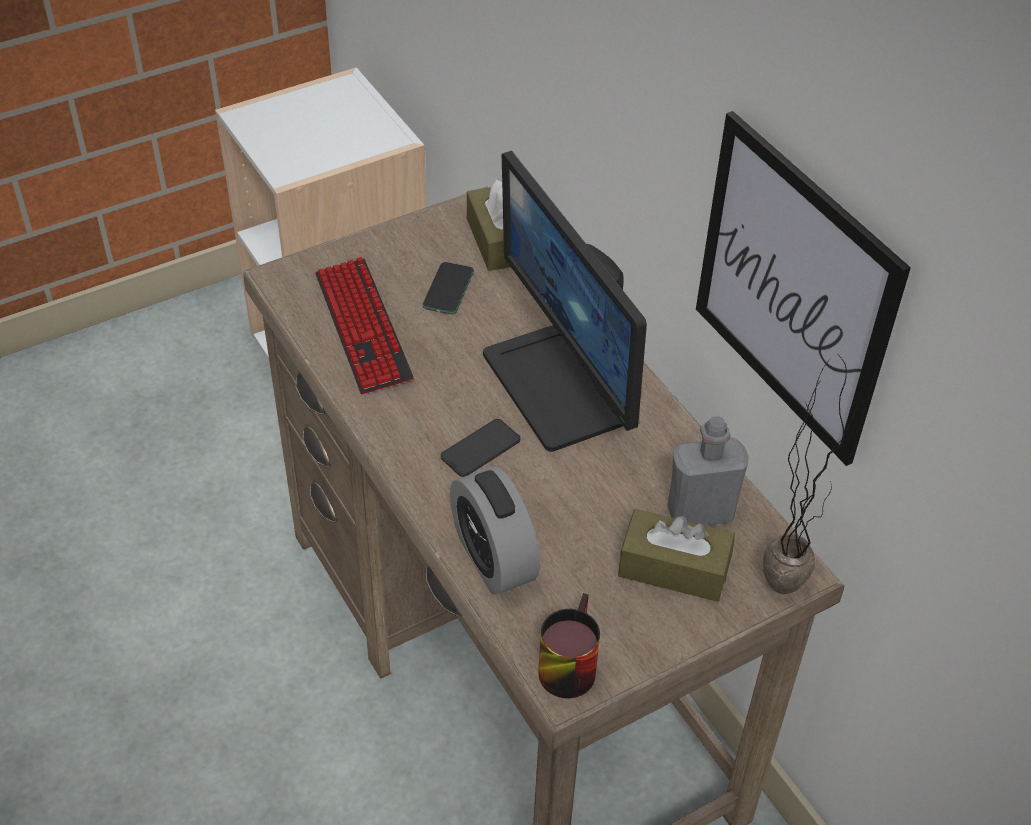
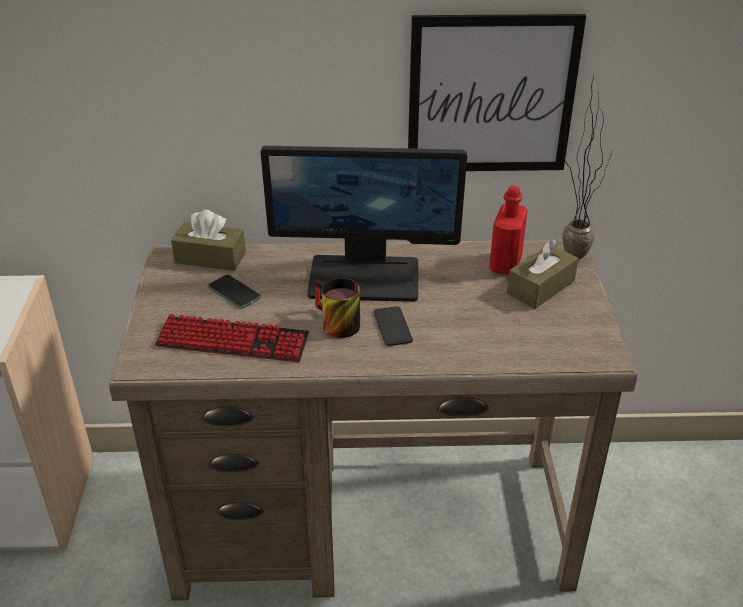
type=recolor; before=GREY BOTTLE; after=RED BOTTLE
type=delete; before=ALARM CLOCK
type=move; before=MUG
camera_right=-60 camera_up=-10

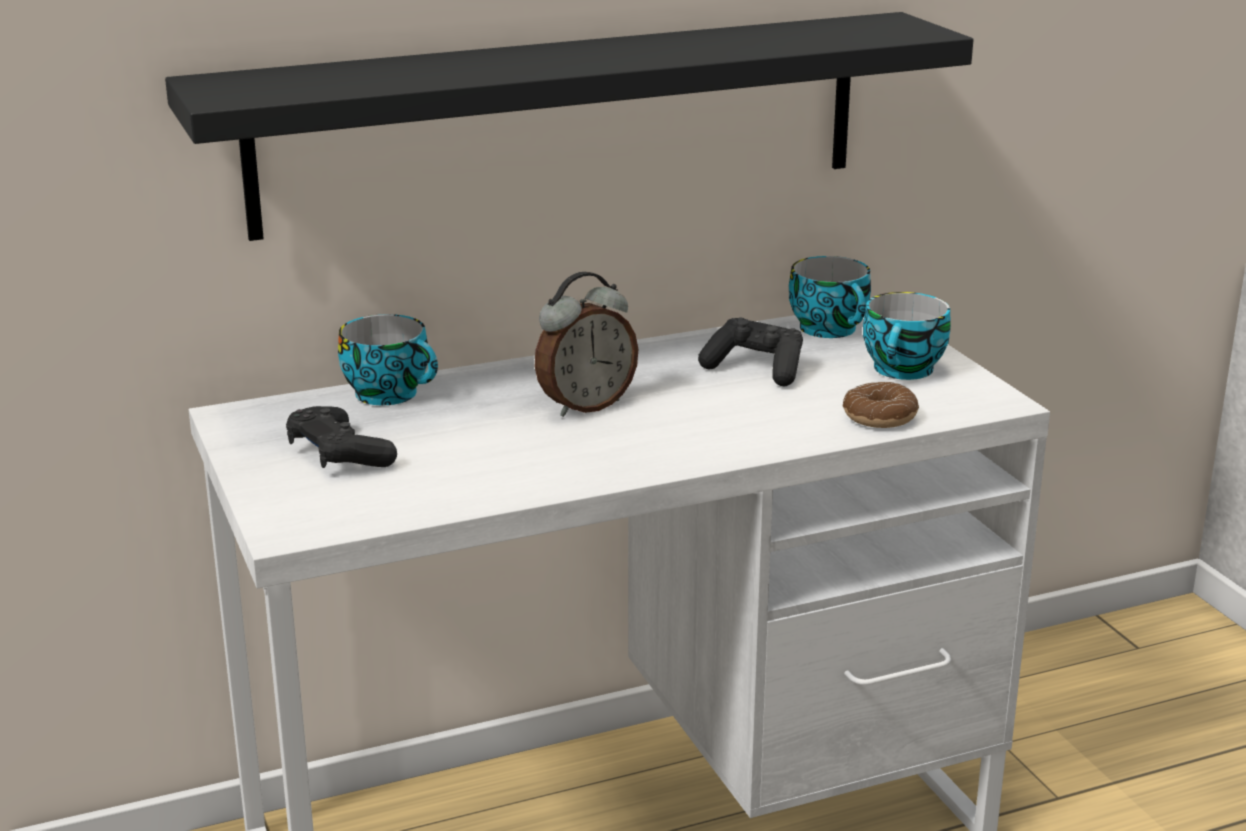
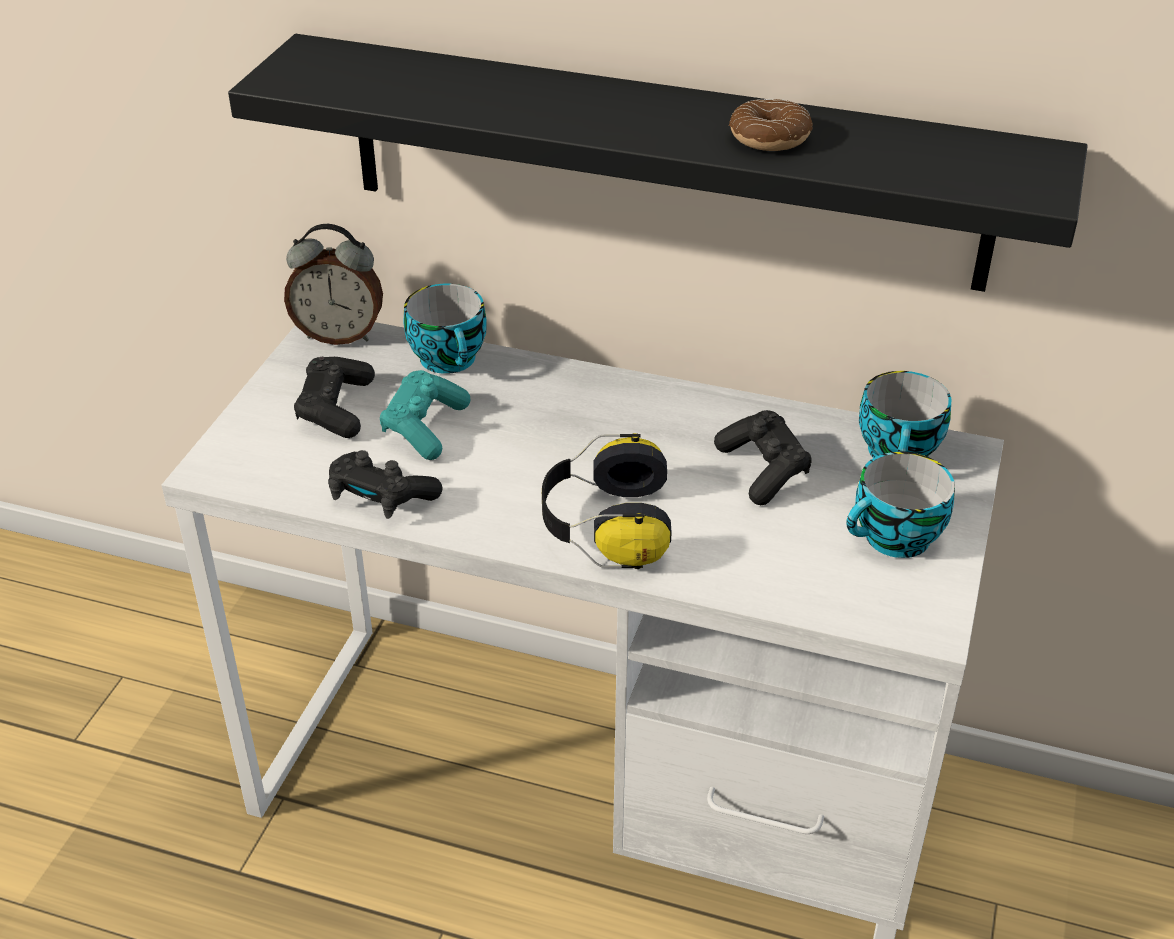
type=move; before=ALARM CLOCK
type=move; before=DONUT
type=insert; after=TURQUOISE GAME CONTROLLER
type=insert; after=HEADPHONES
type=insert; after=BLACK GAME CONTROLLER (2nd from left)
camera_right=40 camera_up=15

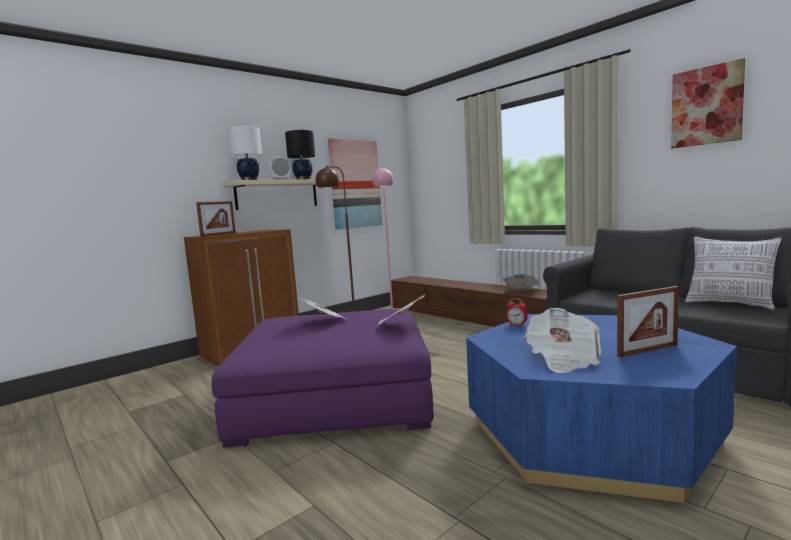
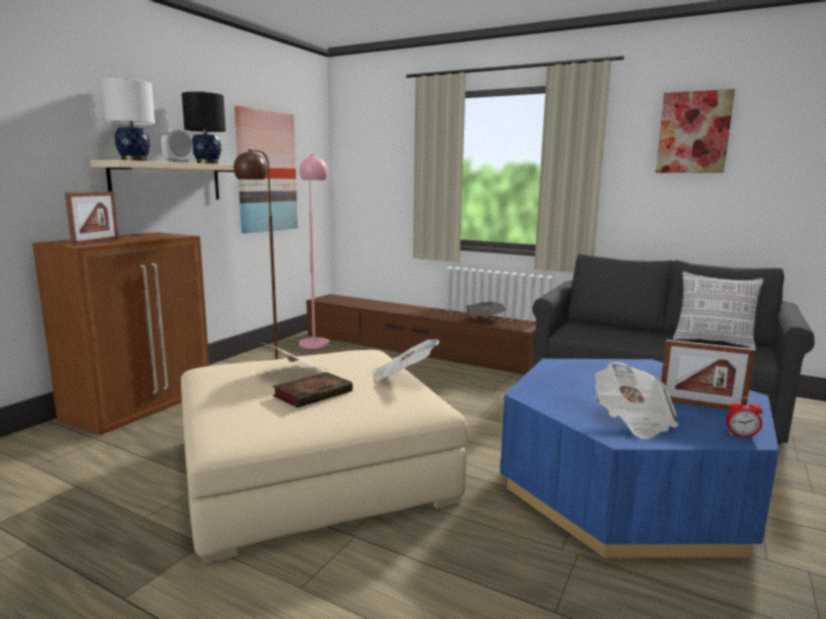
type=rotate; before=PICTURE FRAME (2nd from left); turn=60
type=move; before=ALARM CLOCK (2nd from left)
type=recolor; before=PURPLE OTTOMAN; after=BEIGE OTTOMAN
type=insert; after=BOOK
camera_right=-20 camera_up=5

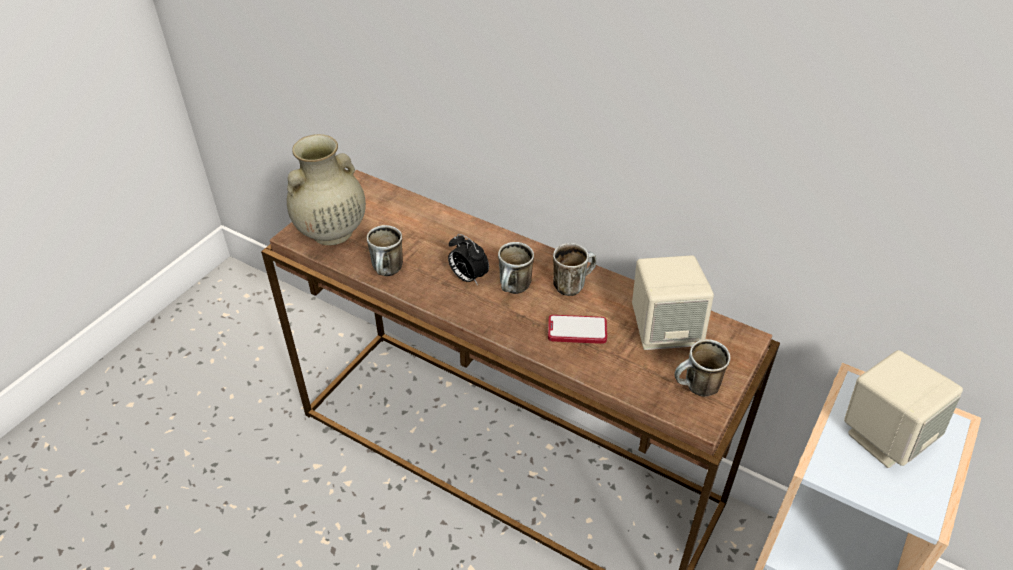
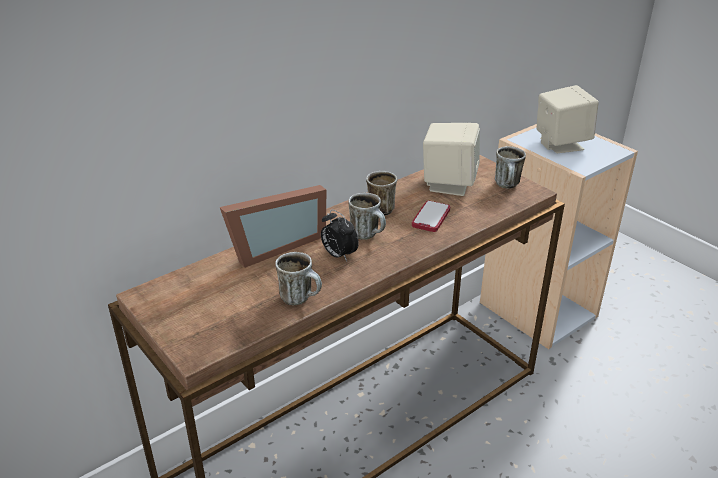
type=delete; before=BEIGE VASE
type=rotate; before=ALARM CLOCK; turn=75
type=insert; after=PICTURE FRAME
camera_right=-70 camera_up=-10

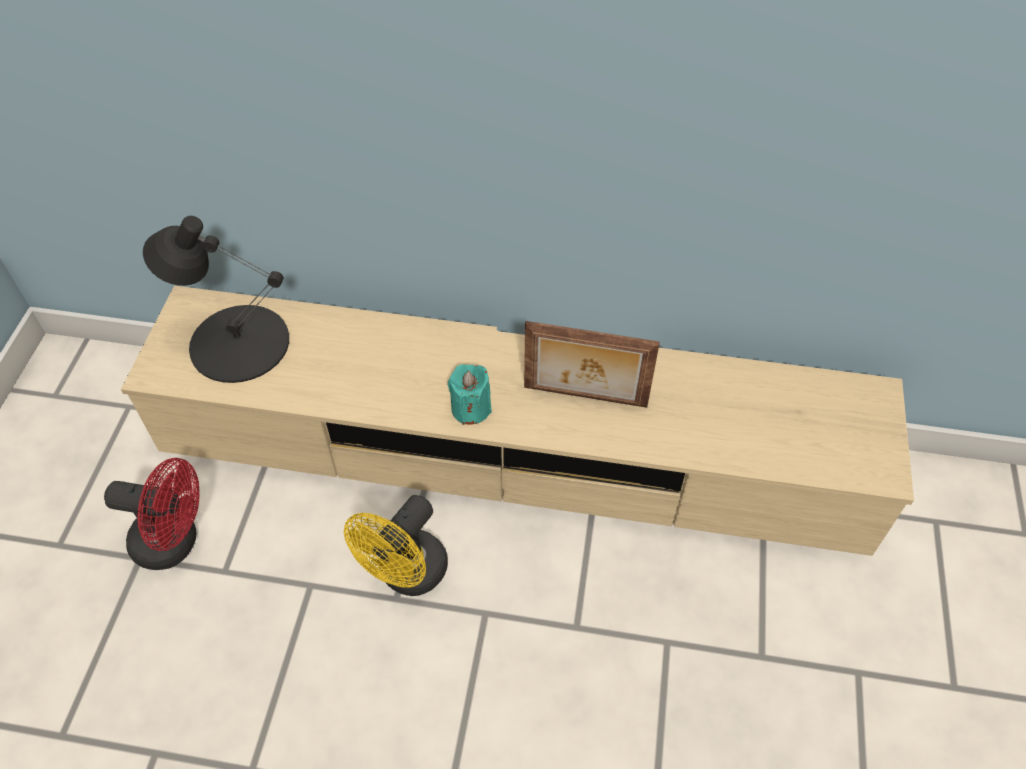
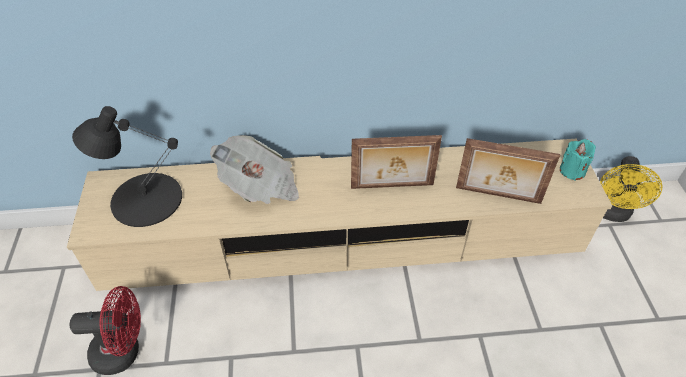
type=move; before=TURQUOISE CANDLE
type=move; before=YELLOW FAN
type=insert; after=NEWSPAPER
type=insert; after=PICTURE FRAME (2nd from left)
camera_right=-15 camera_up=-5

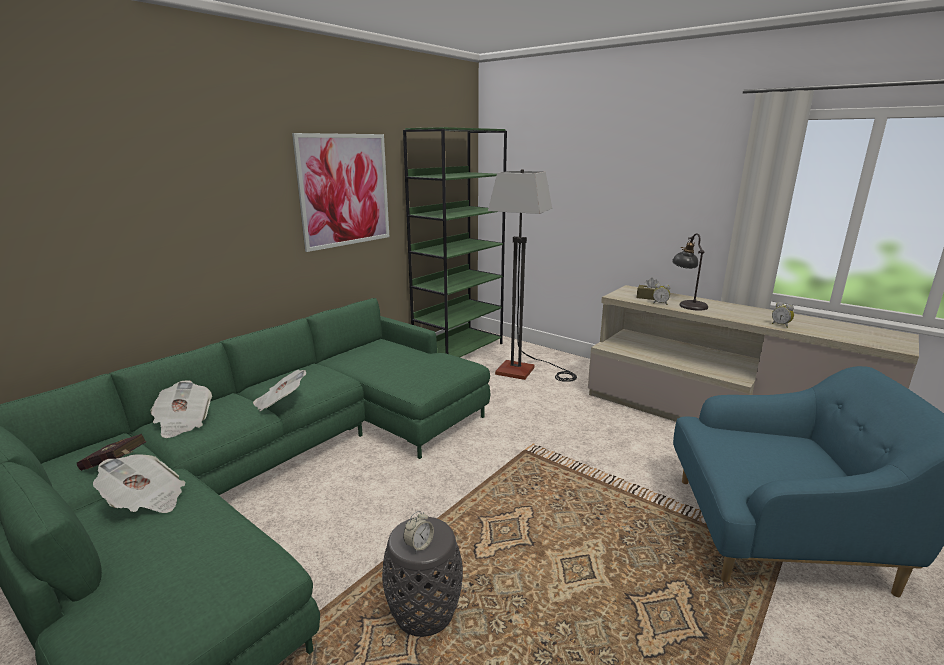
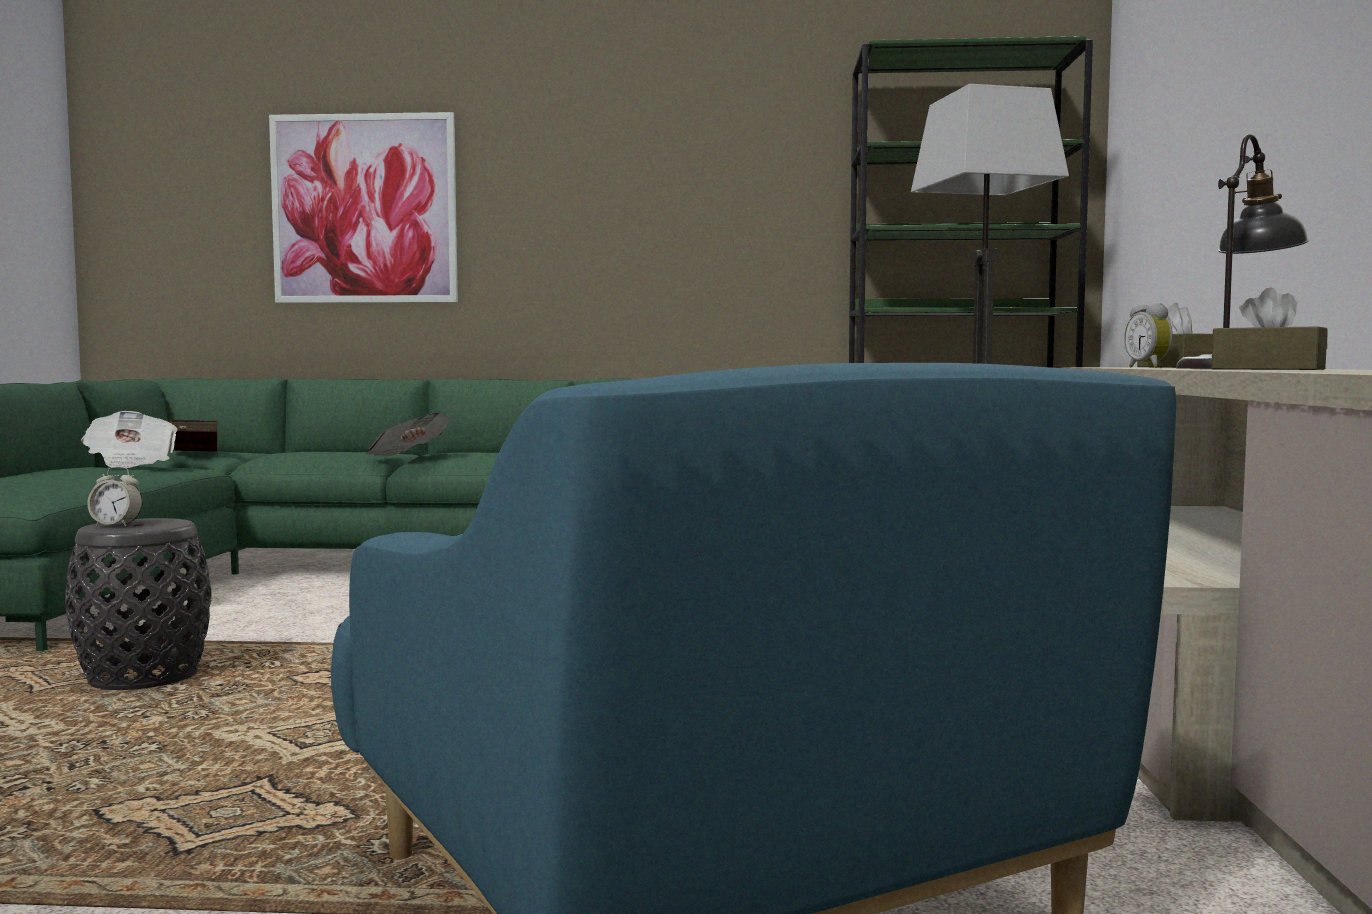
type=move; before=PICTURE
type=delete; before=ALARM CLOCK (3rd from left)
type=delete; before=NEWSPAPER (2nd from left)
type=insert; after=BROWN TISSUE BOX (2nd from left)
camera_right=55 camera_up=-15

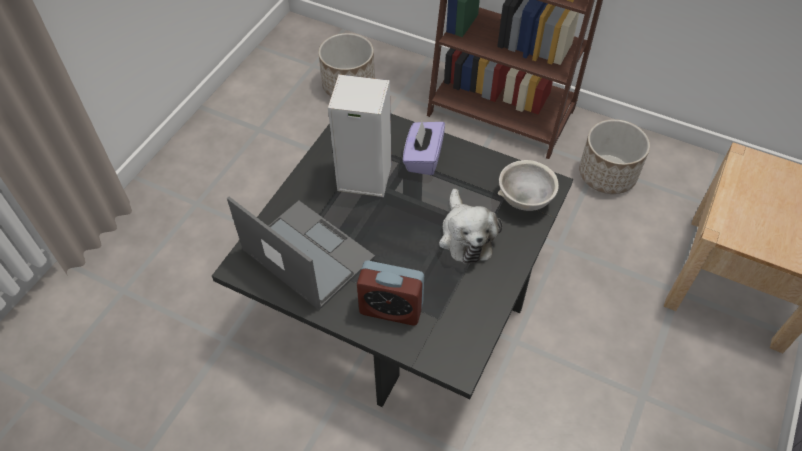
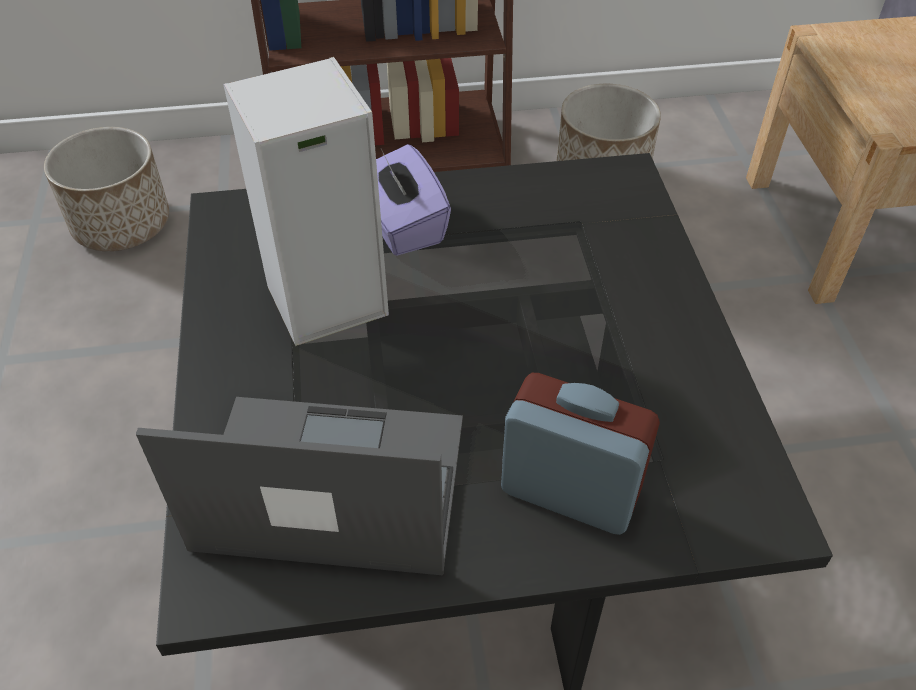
type=delete; before=GREY BOWL
type=delete; before=PLUSH TOY
type=rotate; before=ALARM CLOCK; turn=-135
camera_right=-35 camera_up=-5

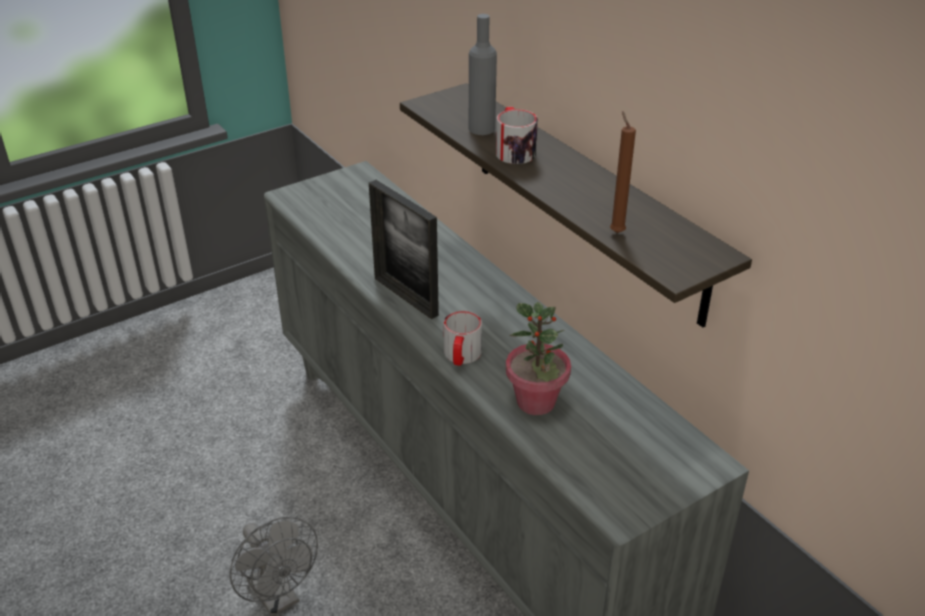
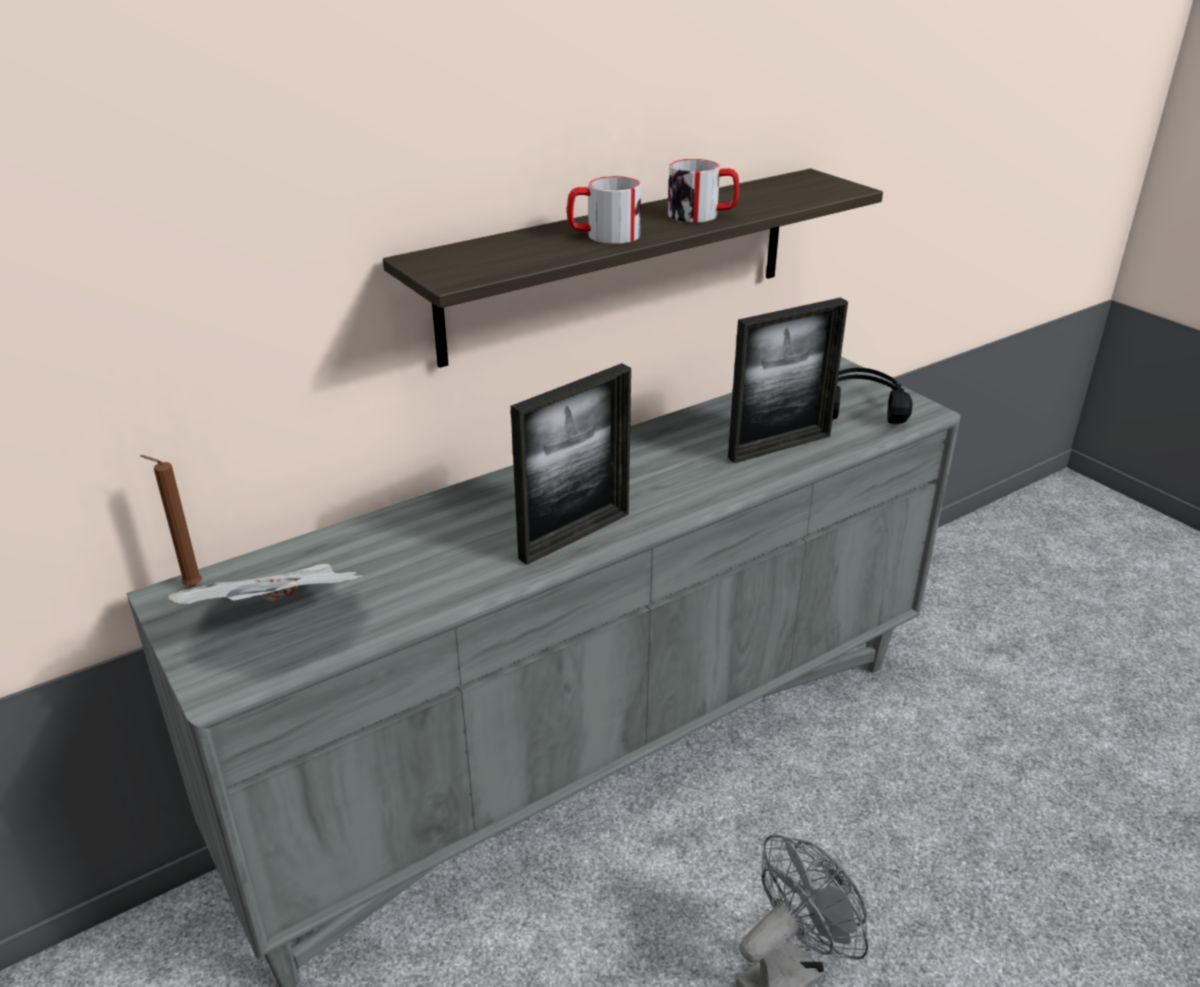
type=delete; before=GREY BOTTLE
type=move; before=BROWN CANDLE
type=replace; before=POTTED PLANT; after=PICTURE FRAME (2nd from left)
type=move; before=MUG (1st from left in the first image); after=MUG (2nd from left)
type=insert; after=BLACK HEADPHONES
type=insert; after=NEWSPAPER
camera_right=-90 camera_up=-5

